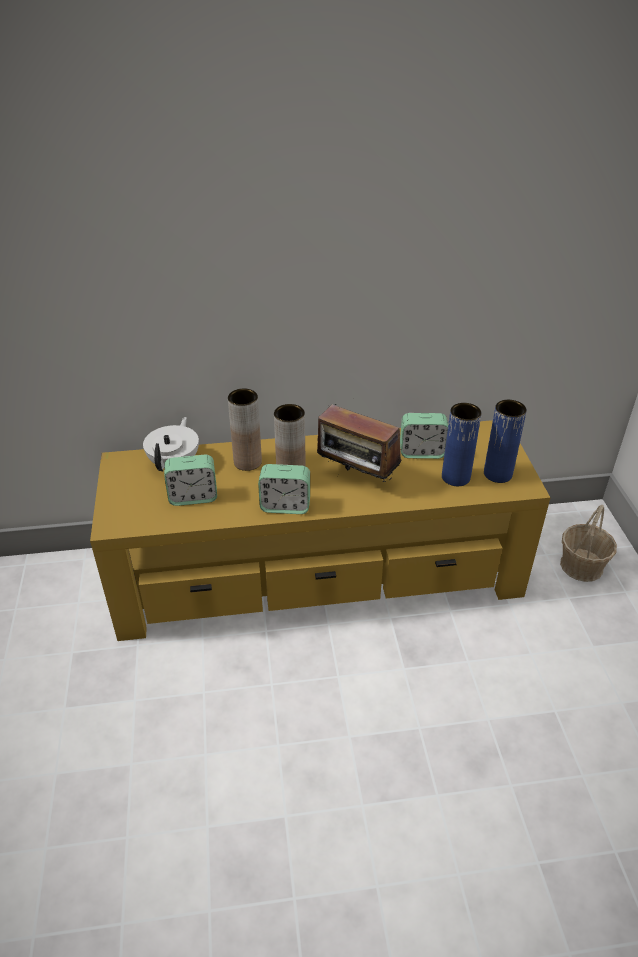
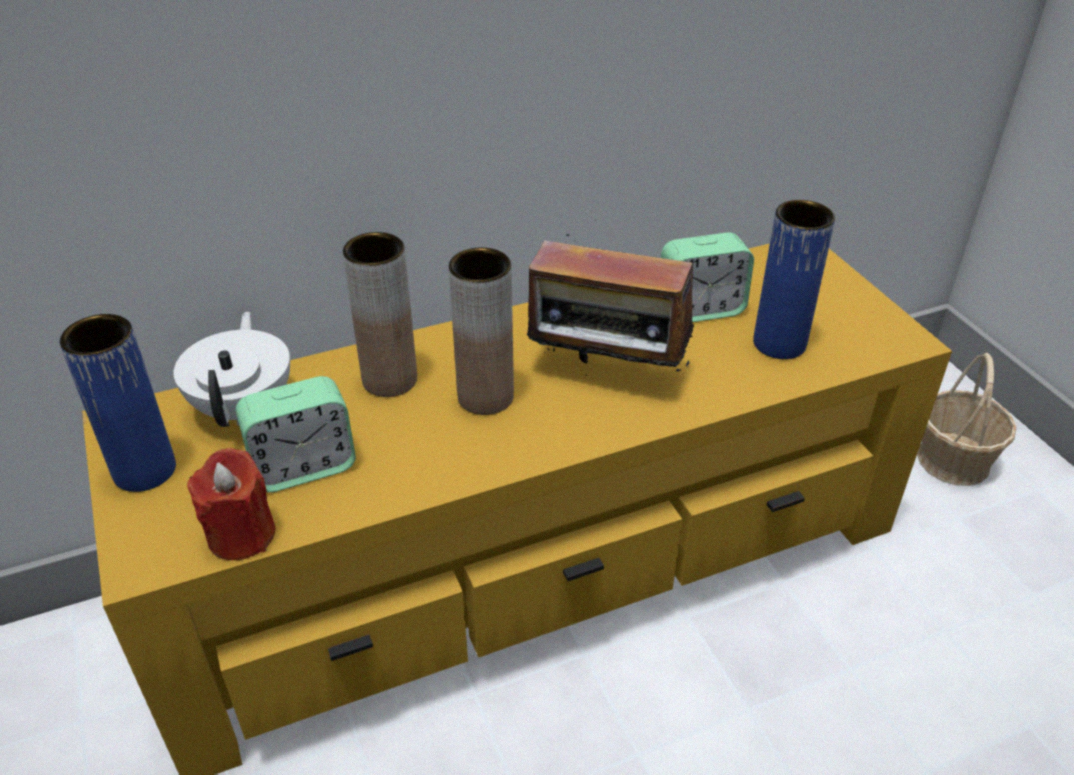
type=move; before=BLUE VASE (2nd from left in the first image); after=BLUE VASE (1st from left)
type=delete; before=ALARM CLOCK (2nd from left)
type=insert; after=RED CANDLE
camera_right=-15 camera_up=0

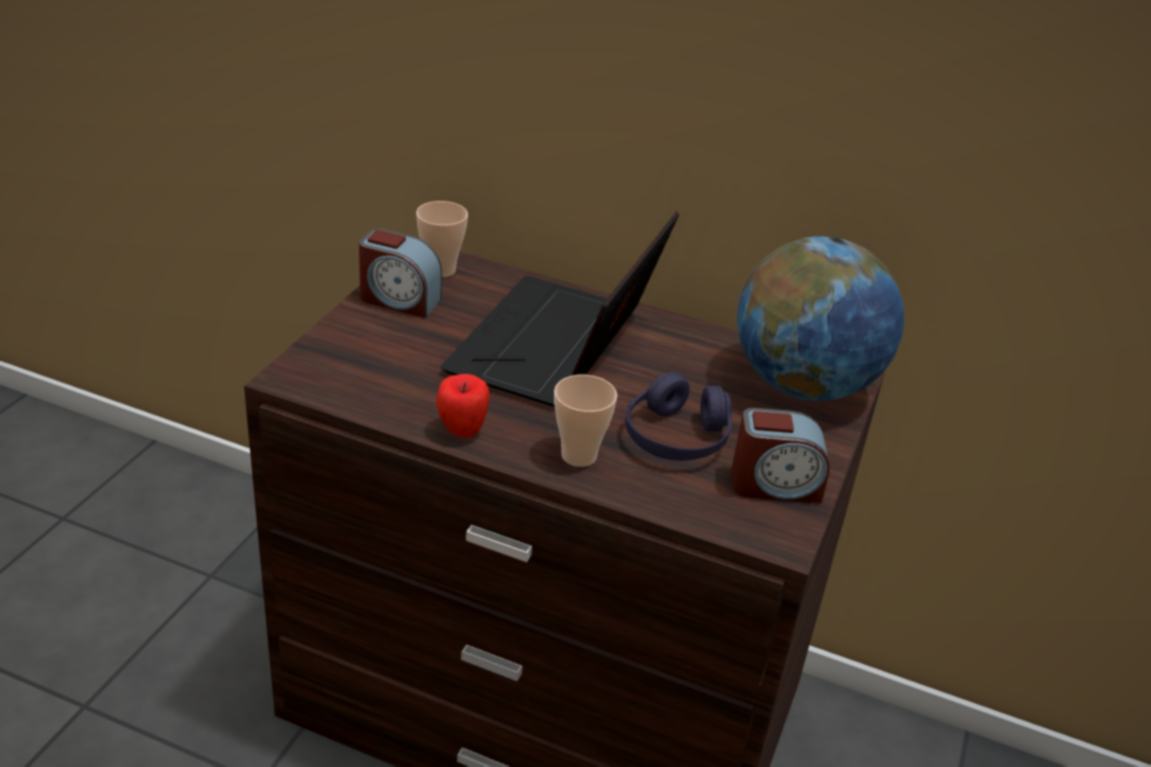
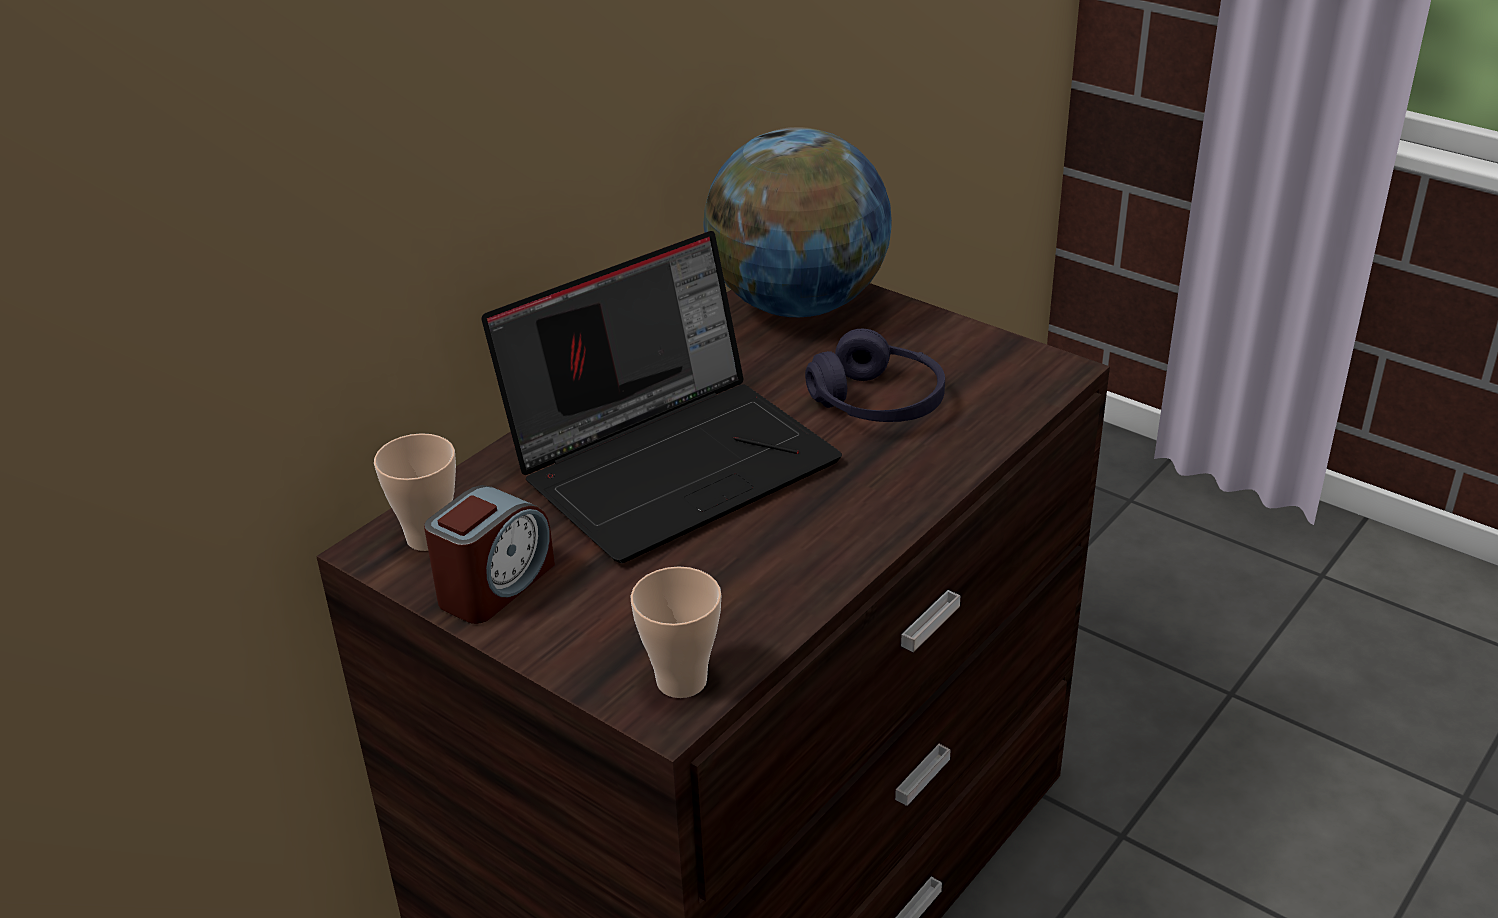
type=rotate; before=LAPTOP; turn=-75
type=delete; before=APPLE
type=move; before=CUP (2nd from left)
type=delete; before=ALARM CLOCK (2nd from left)
camera_right=-70 camera_up=0

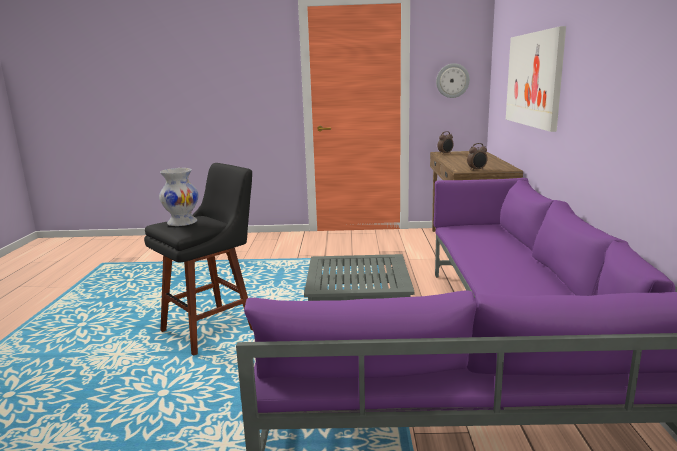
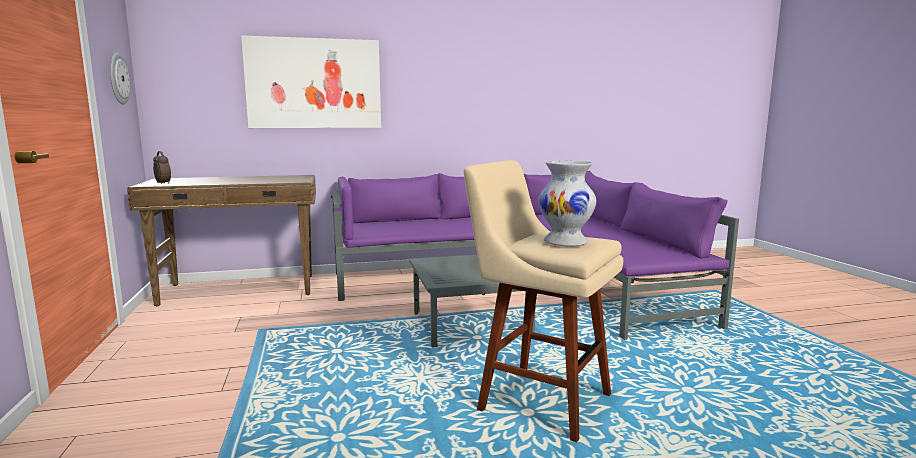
type=delete; before=ALARM CLOCK (2nd from left)
type=recolor; before=BLACK STOOL; after=BEIGE STOOL
camera_right=-105 camera_up=-5

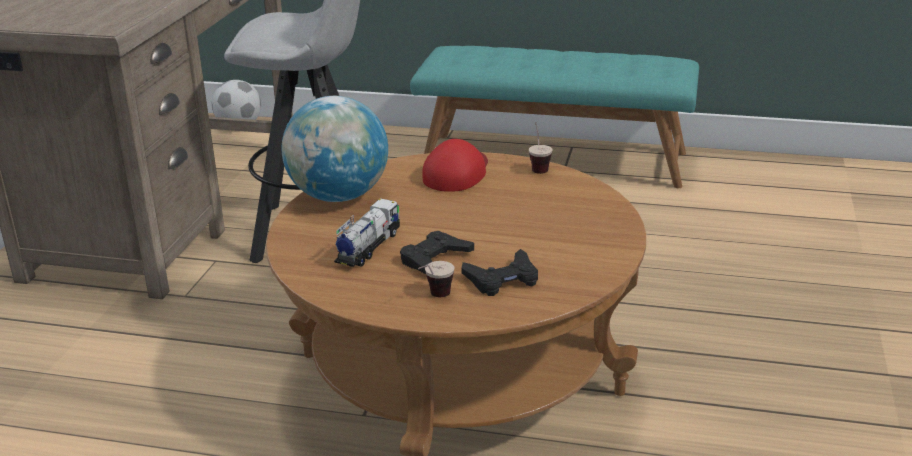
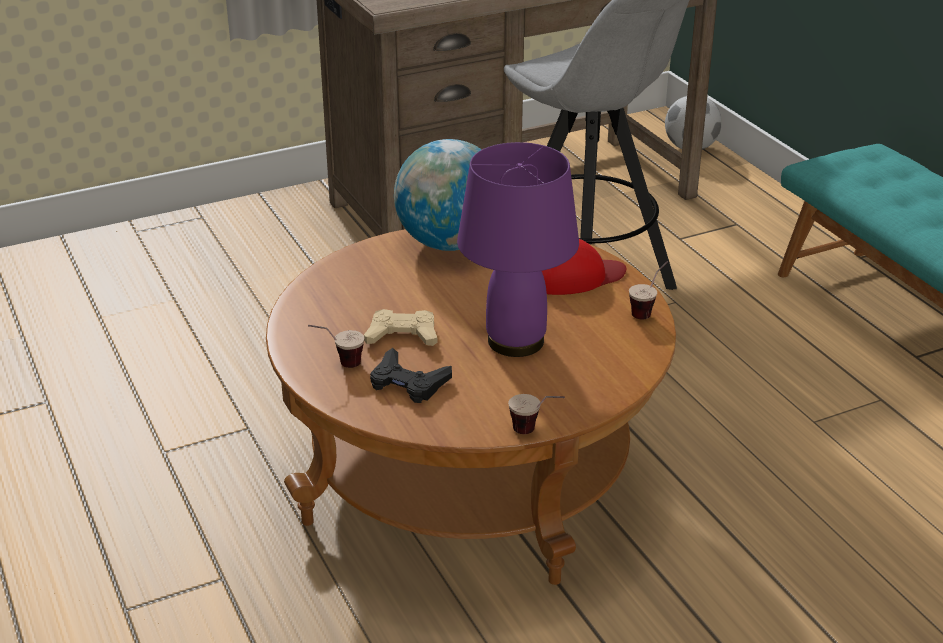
type=delete; before=TOY TRUCK
type=recolor; before=BLACK GAME CONTROLLER (1st from left); after=BEIGE GAME CONTROLLER
type=insert; after=PURPLE TABLE LAMP
type=insert; after=CUP (2nd from left)
camera_right=50 camera_up=5

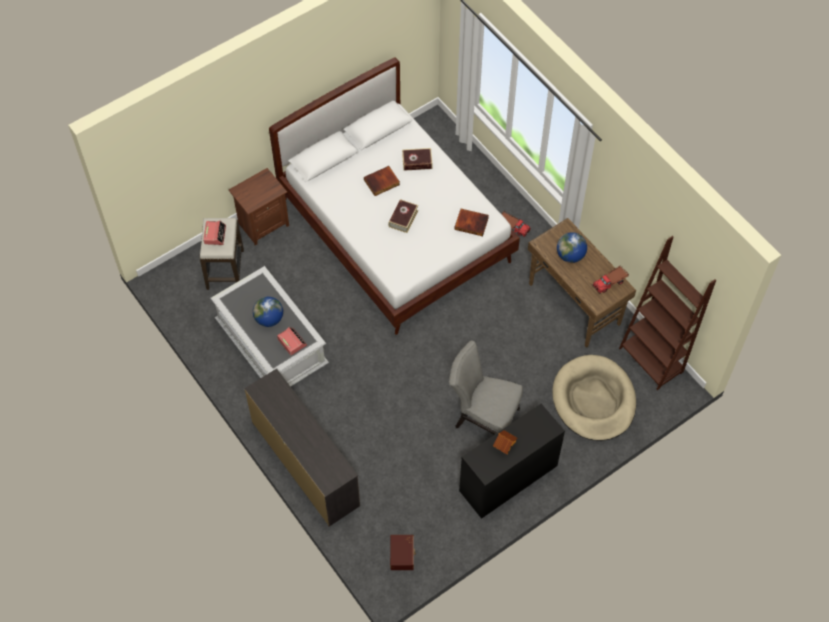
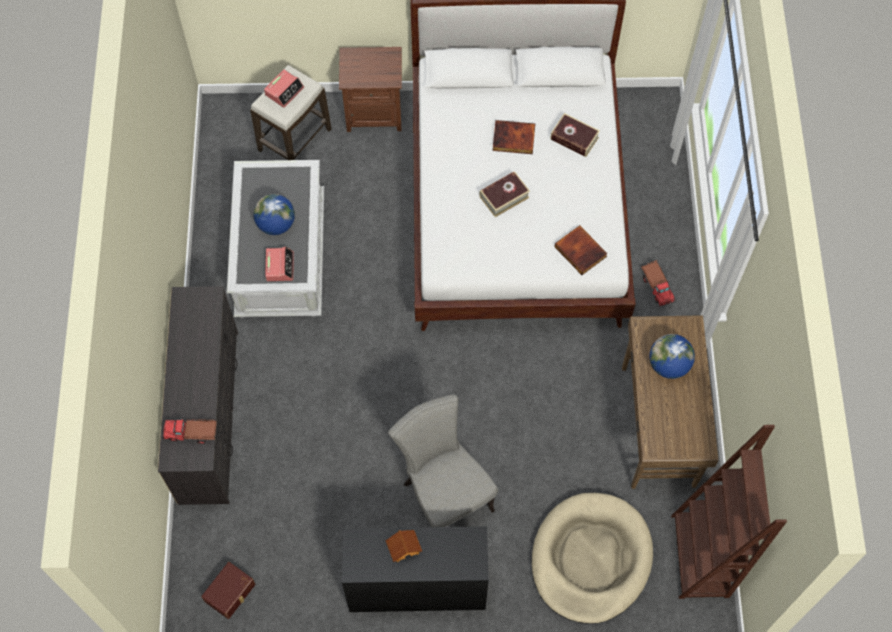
type=move; before=TOY TRUCK (2nd from left in the first image); after=TOY TRUCK (1st from left)
camera_right=35 camera_up=5

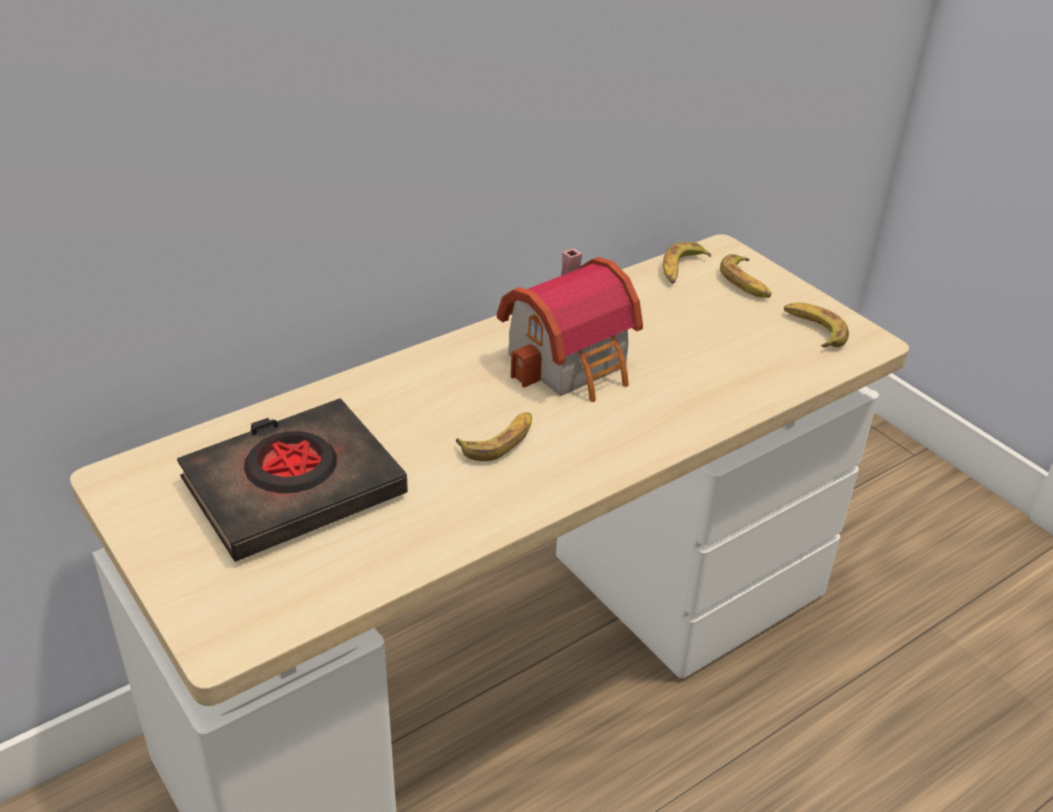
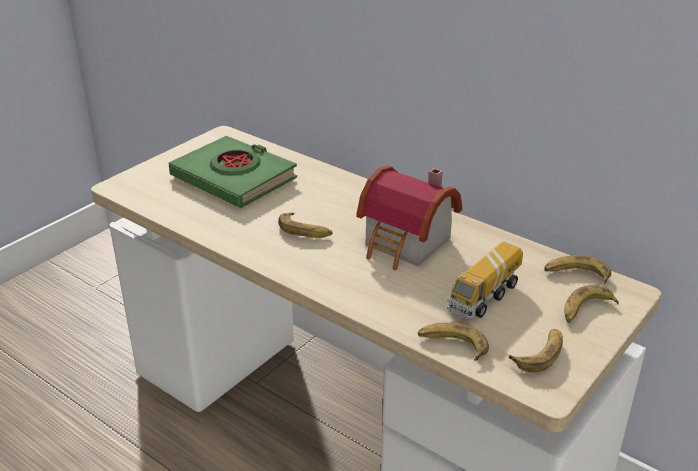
type=recolor; before=BLACK BOOK; after=GREEN BOOK
type=insert; after=TOY TRUCK
type=insert; after=BANANA (2nd from left)
camera_right=75 camera_up=-5

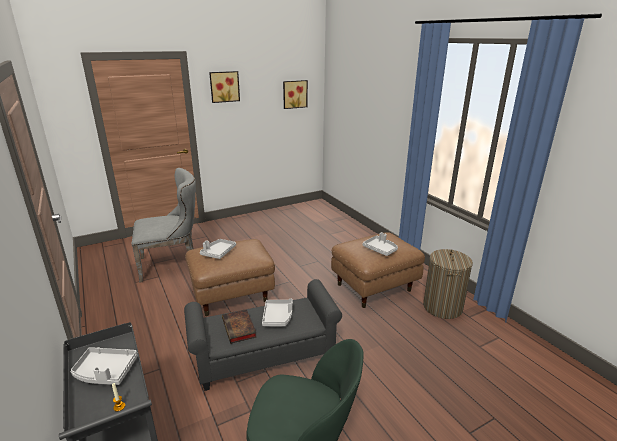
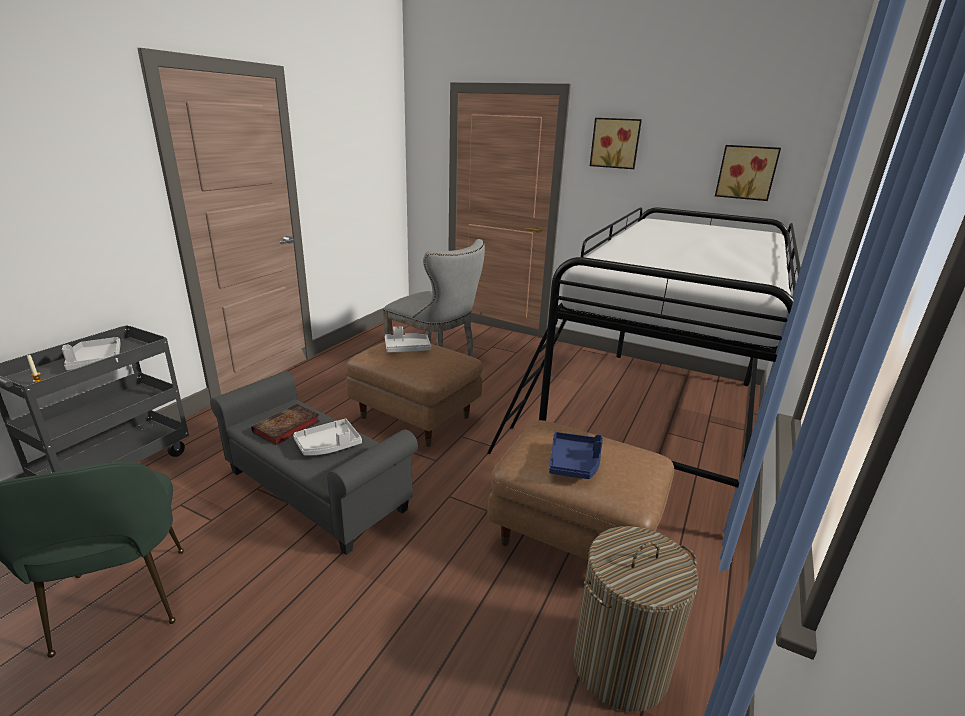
type=recolor; before=GREY TRAY (4th from left); after=BLUE TRAY
type=insert; after=BLACK BED
camera_right=55 camera_up=0

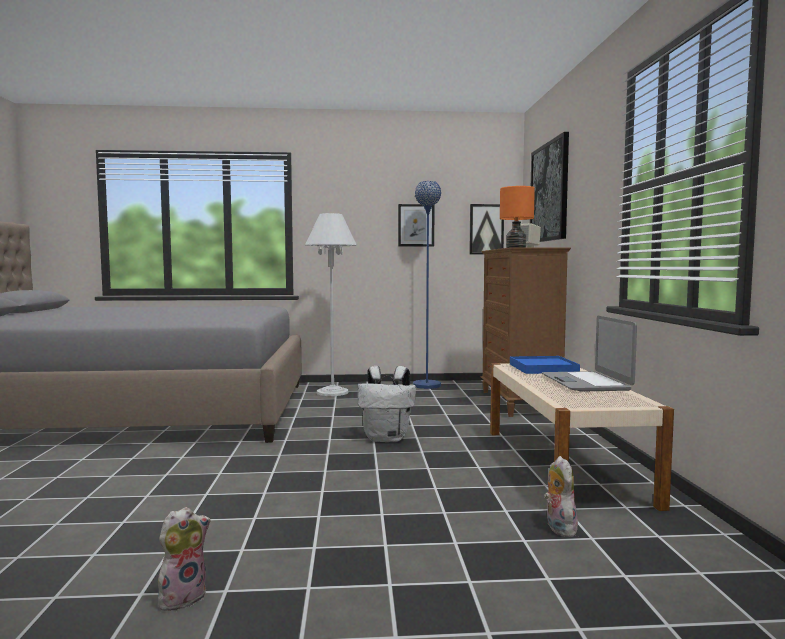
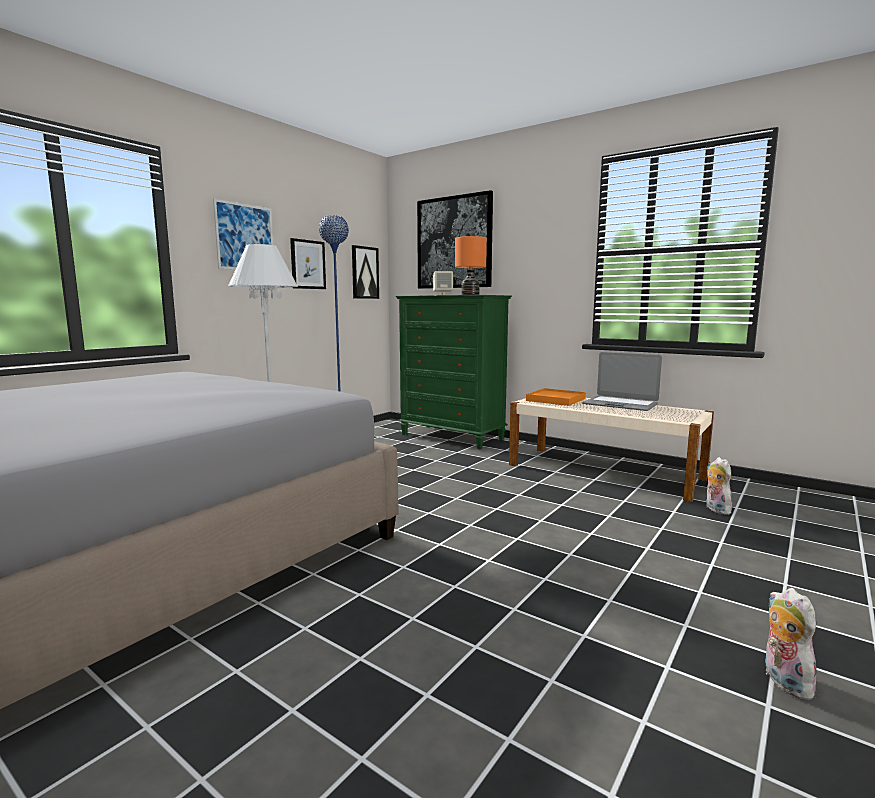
type=recolor; before=BROWN DRESSER; after=GREEN DRESSER
type=recolor; before=BLUE TRAY; after=ORANGE TRAY
type=delete; before=WHITE BACKPACK
type=rotate; before=PLUSH TOY (2nd from left in the first image); turn=45
type=insert; after=PICTURE (1st from left)
camera_right=-50 camera_up=5

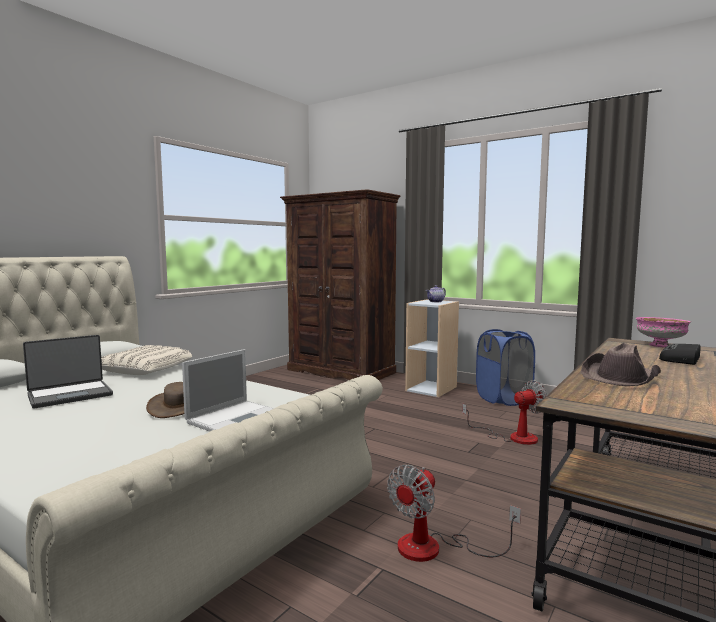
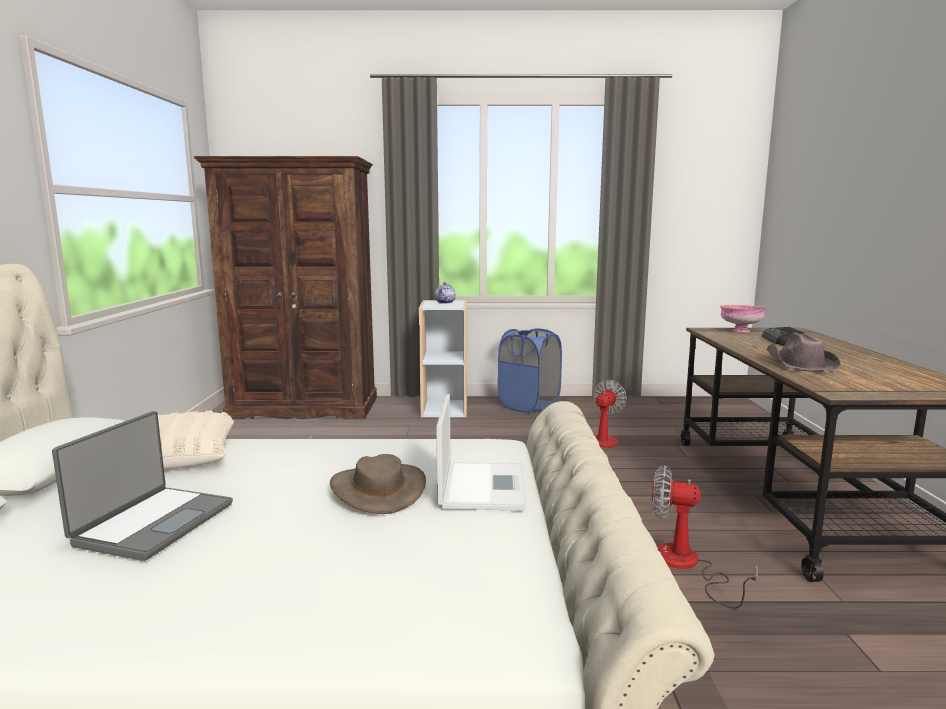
type=rotate; before=FAN (1st from left in the first image); turn=105
camera_right=-35 camera_up=5

